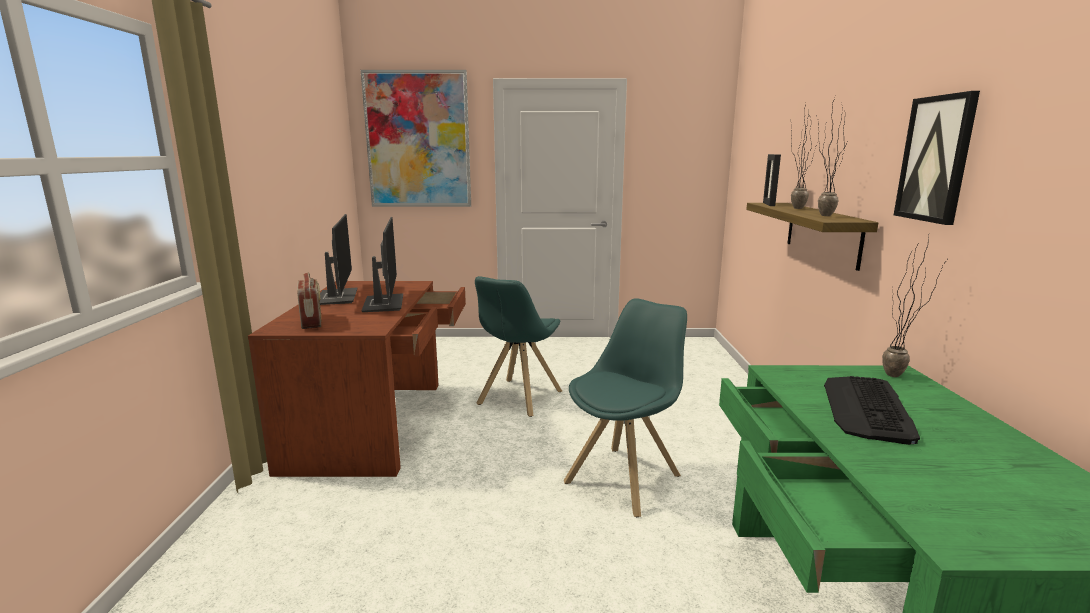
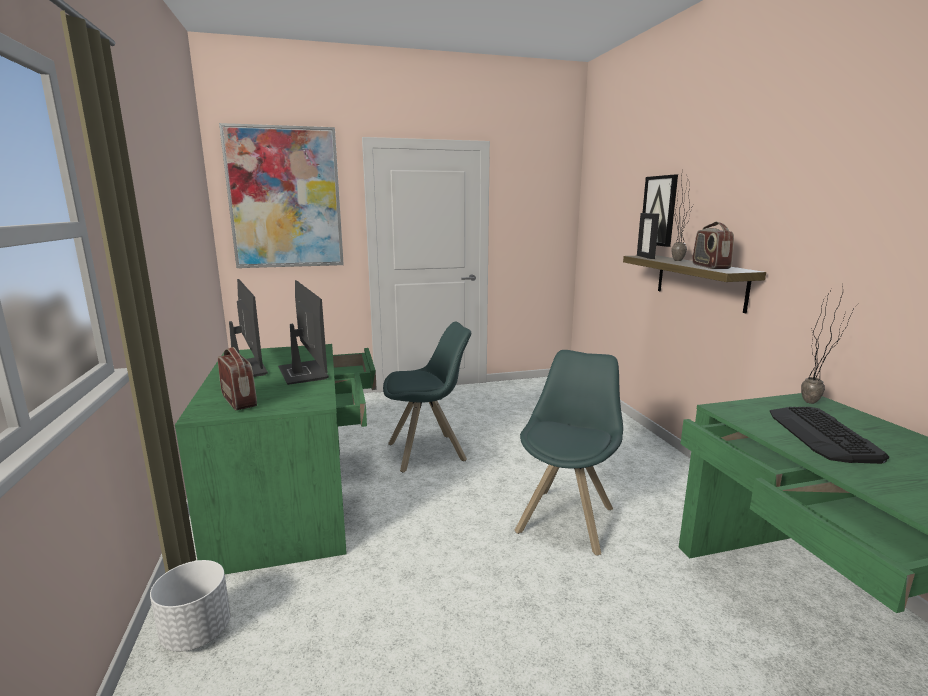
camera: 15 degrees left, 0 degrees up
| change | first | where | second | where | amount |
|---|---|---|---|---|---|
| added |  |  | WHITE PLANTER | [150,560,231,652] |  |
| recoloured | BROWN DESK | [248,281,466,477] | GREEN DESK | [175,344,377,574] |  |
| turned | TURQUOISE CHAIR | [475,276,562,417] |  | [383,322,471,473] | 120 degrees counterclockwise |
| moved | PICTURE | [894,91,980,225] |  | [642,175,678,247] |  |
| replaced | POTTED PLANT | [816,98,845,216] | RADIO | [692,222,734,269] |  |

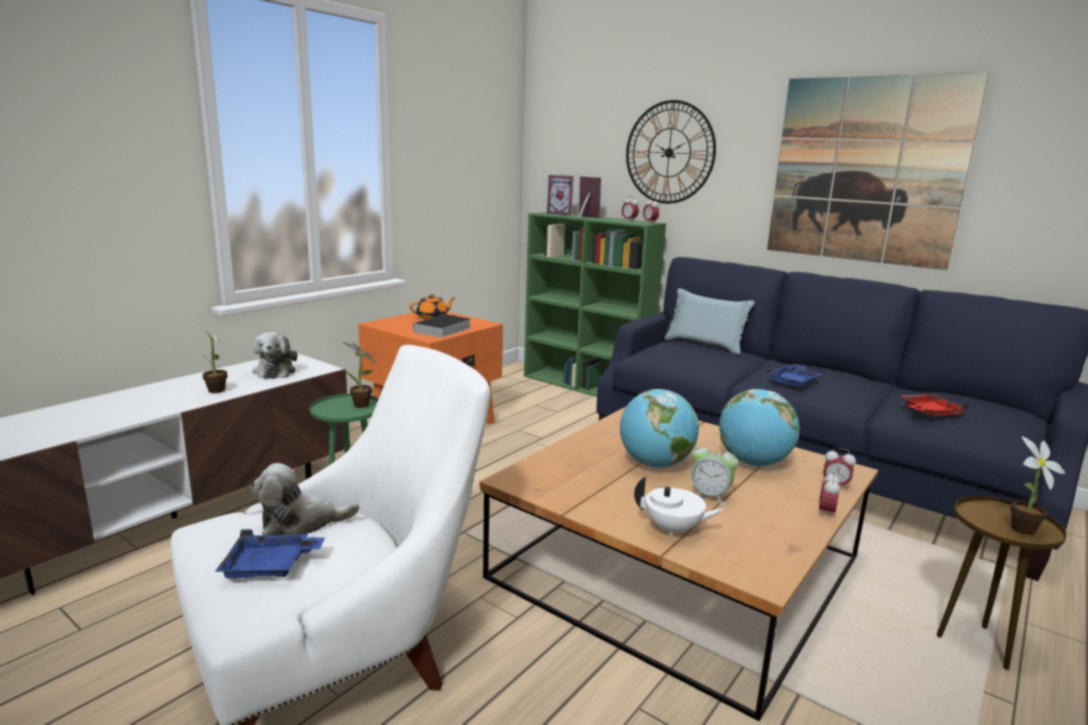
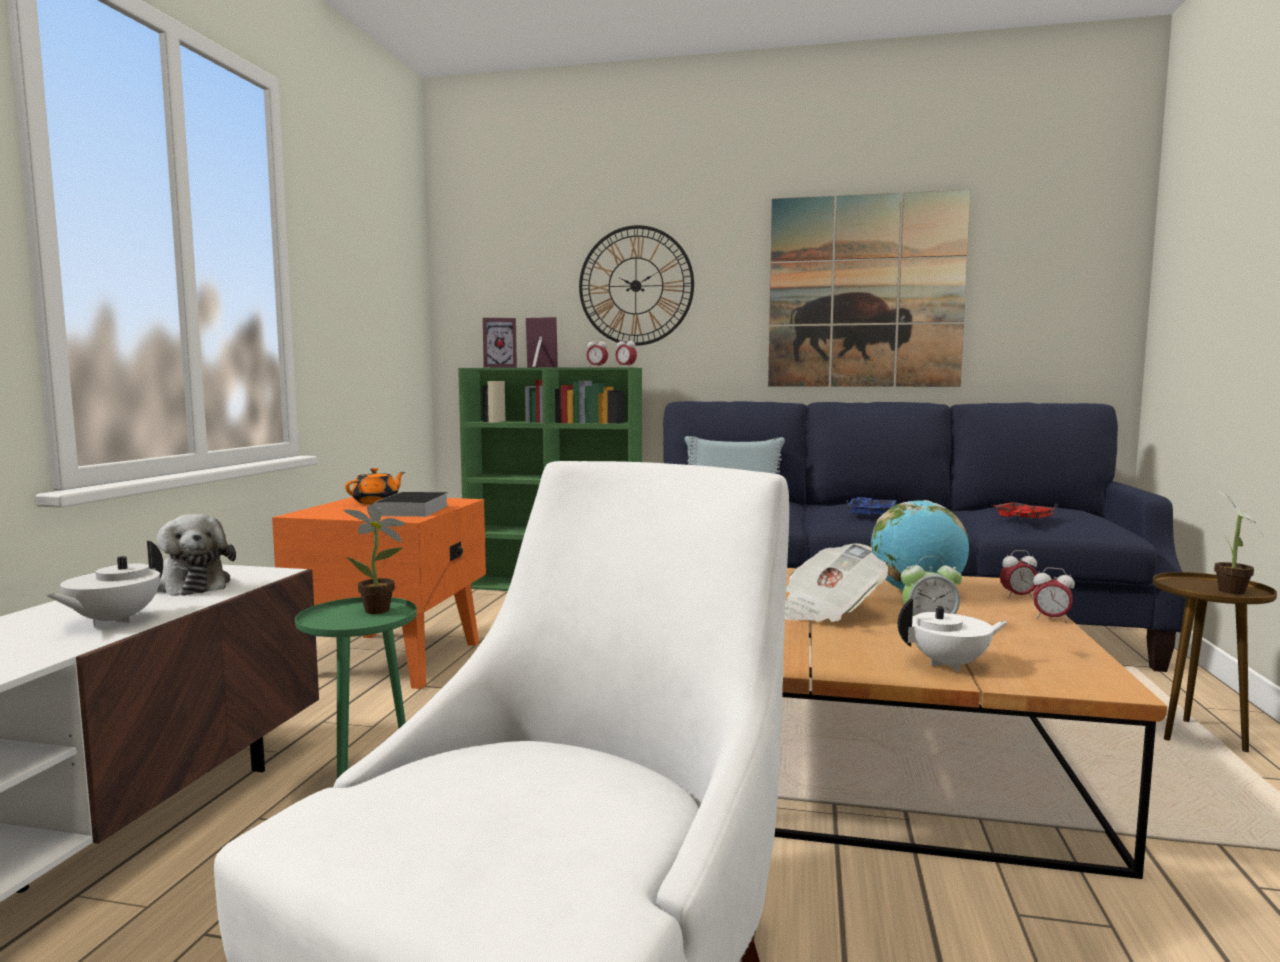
camera: 25 degrees left, 10 degrees down
| change | first | where | second | where | amount |
|---|---|---|---|---|---|
| replaced | POTTED PLANT | [195,324,230,393] | WHITE TEAPOT | [46,541,163,628] |  |
| replaced | GLOBE | [620,389,699,468] | NEWSPAPER | [785,543,888,622] |  |
| turned | ALARM CLOCK | [819,471,840,517] |  | [1033,567,1075,623] | 60 degrees counterclockwise |
| removed | BLUE TRAY | [215,529,325,578] |  |  |  |
| removed | PLUSH TOY | [251,463,359,536] |  |  |  |

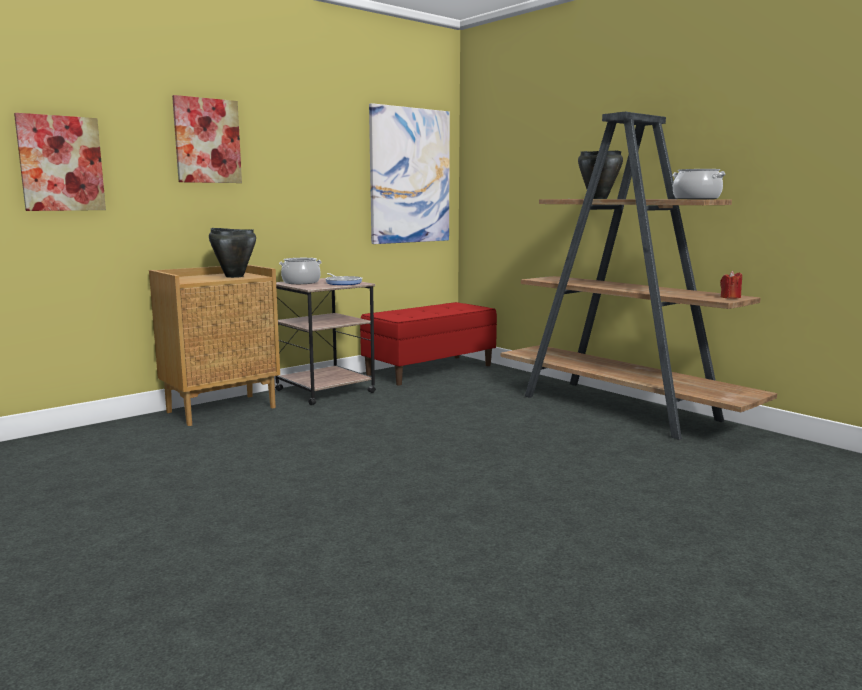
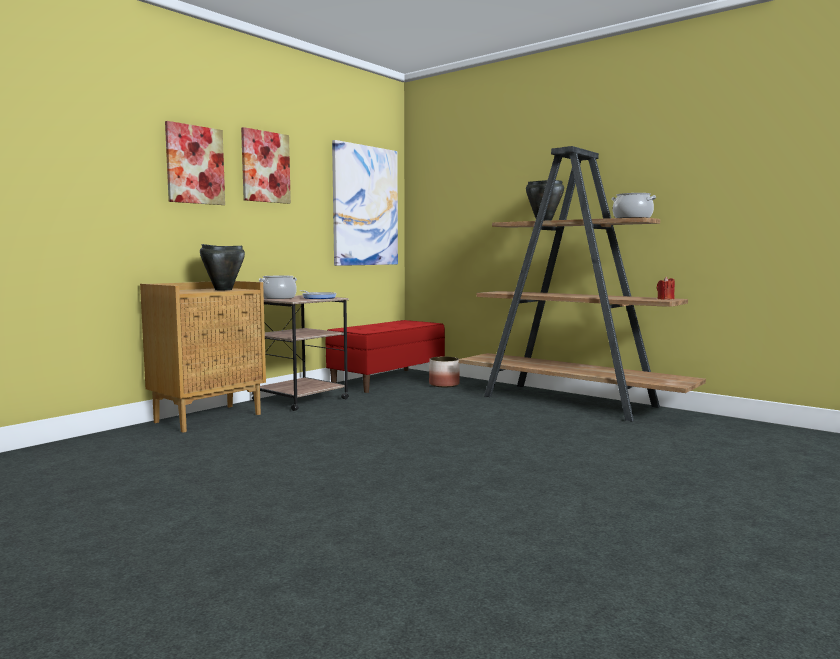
camera: 10 degrees left, 5 degrees down
| change | first | where | second | where | amount |
|---|---|---|---|---|---|
| moved | PICTURE | [14,113,106,211] |  | [241,127,291,204] |  |
| added |  |  | PLANTER | [429,357,460,387] |  |

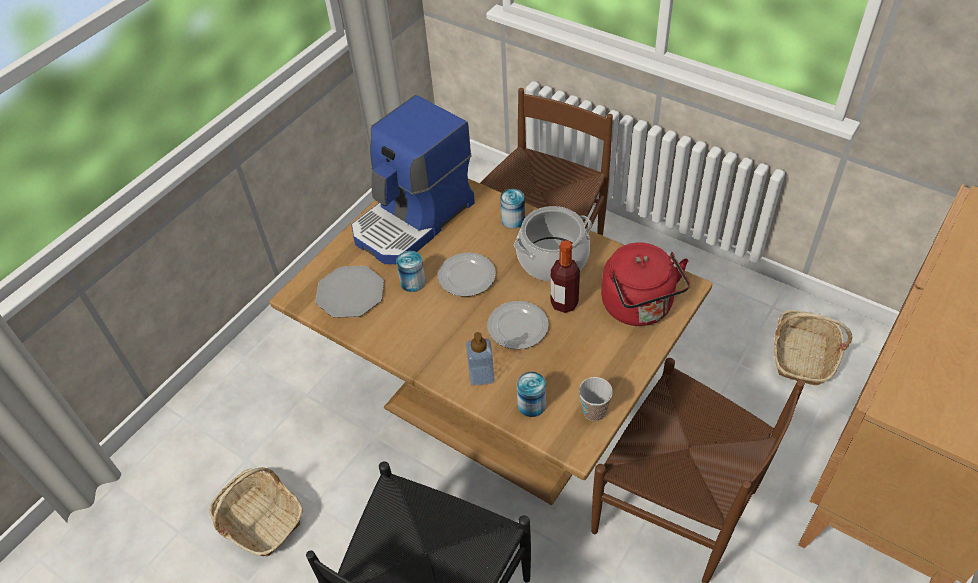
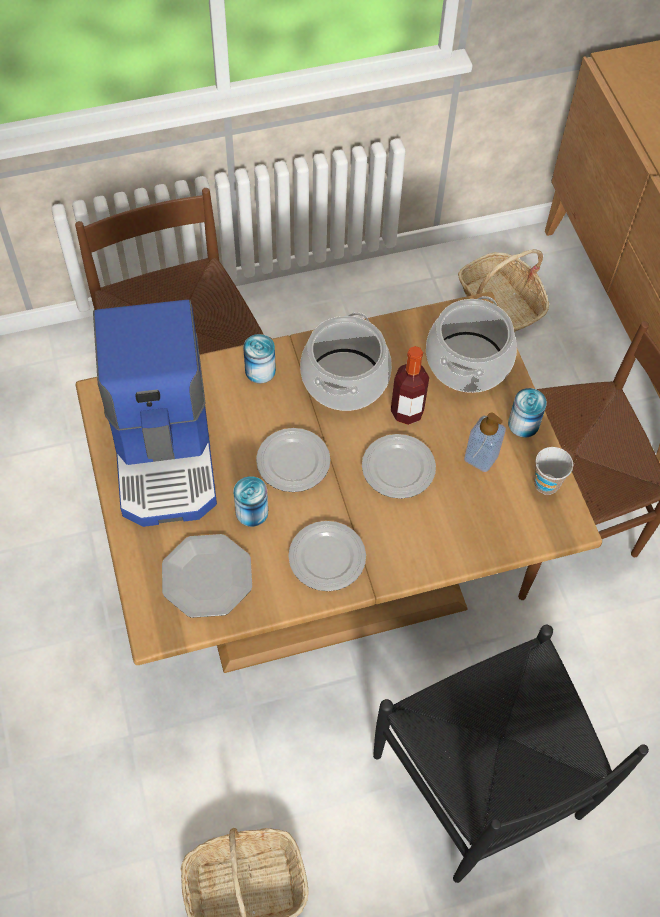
camera: 55 degrees left, 10 degrees up
| change | first | where | second | where | amount |
|---|---|---|---|---|---|
| added |  |  | PLATE | [288,521,366,591] |  |
| replaced | RED KETTLE | [601,242,690,326] | COOKING POT | [426,296,517,393] |  |
| moved | SOAP DISPENSER | [466,332,494,386] |  | [464,413,506,472] |  |
| moved | CAN | [517,372,546,417] |  | [508,388,547,438] |  |

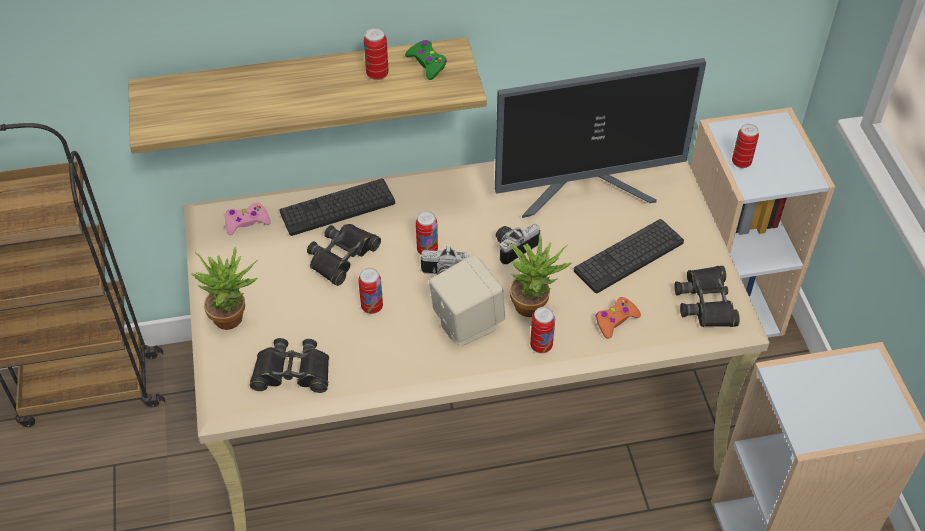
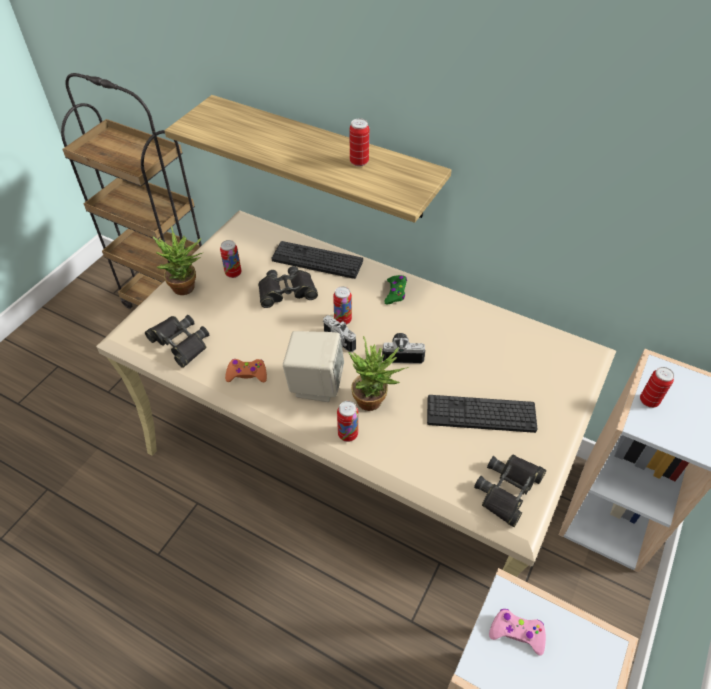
camera: 40 degrees right, 0 degrees up
| change | first | where | second | where | amount |
|---|---|---|---|---|---|
| moved | CAN | [358,268,383,314] |  | [220,240,241,278] |  |
| moved | ORANGE GAME CONTROLLER | [595,297,641,339] |  | [225,359,267,382] |  |
| moved | GREEN GAME CONTROLLER | [405,40,447,80] |  | [384,275,407,304] |  |
| moved | PINK GAME CONTROLLER | [225,202,271,235] |  | [489,609,546,656] |  |
| removed | MONITOR | [495,58,706,218] |  |  |  |

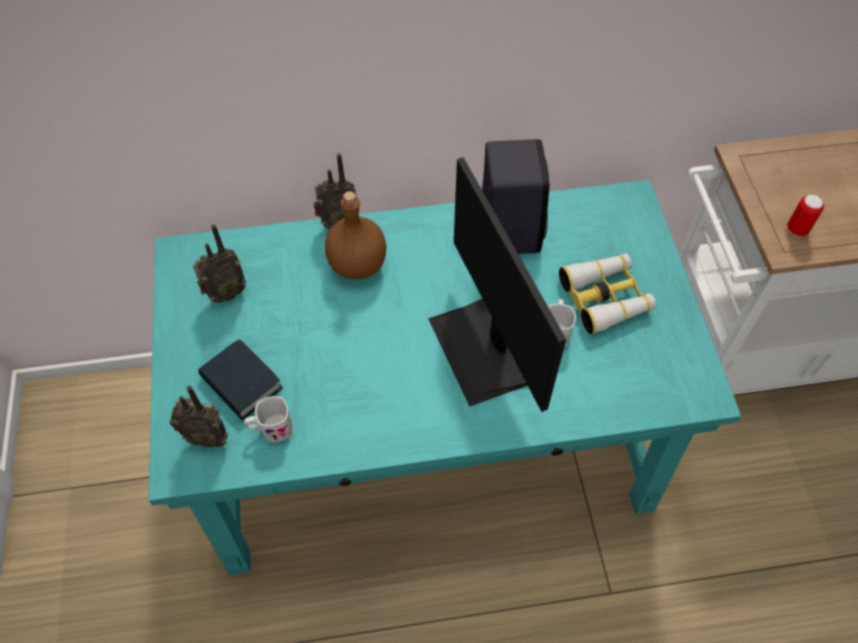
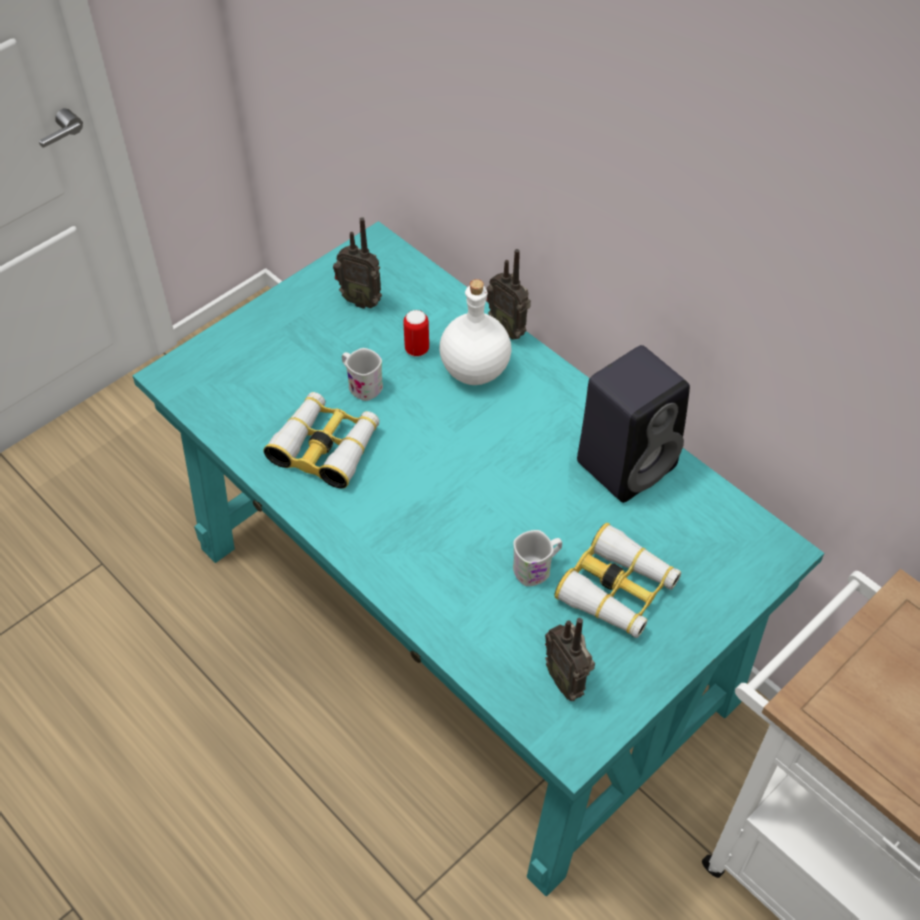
camera: 55 degrees right, 5 degrees down
| change | first | where | second | where | amount |
|---|---|---|---|---|---|
| added |  |  | BINOCULARS | [264,392,380,489] |  |
| moved | WHITE MUG | [244,396,293,442] |  | [342,348,383,401] |  |
| moved | CAN | [787,194,824,237] |  | [403,310,429,357] |  |
| recoloured | BROWN BOTTLE | [325,191,386,279] | WHITE BOTTLE | [439,279,511,385] |  |
| moved | RADIO | [170,385,228,447] |  | [545,618,595,701] |  |
| removed | BOOK | [198,339,283,420] |  |  |  |
| removed | MONITOR | [428,157,566,412] |  |  |  |

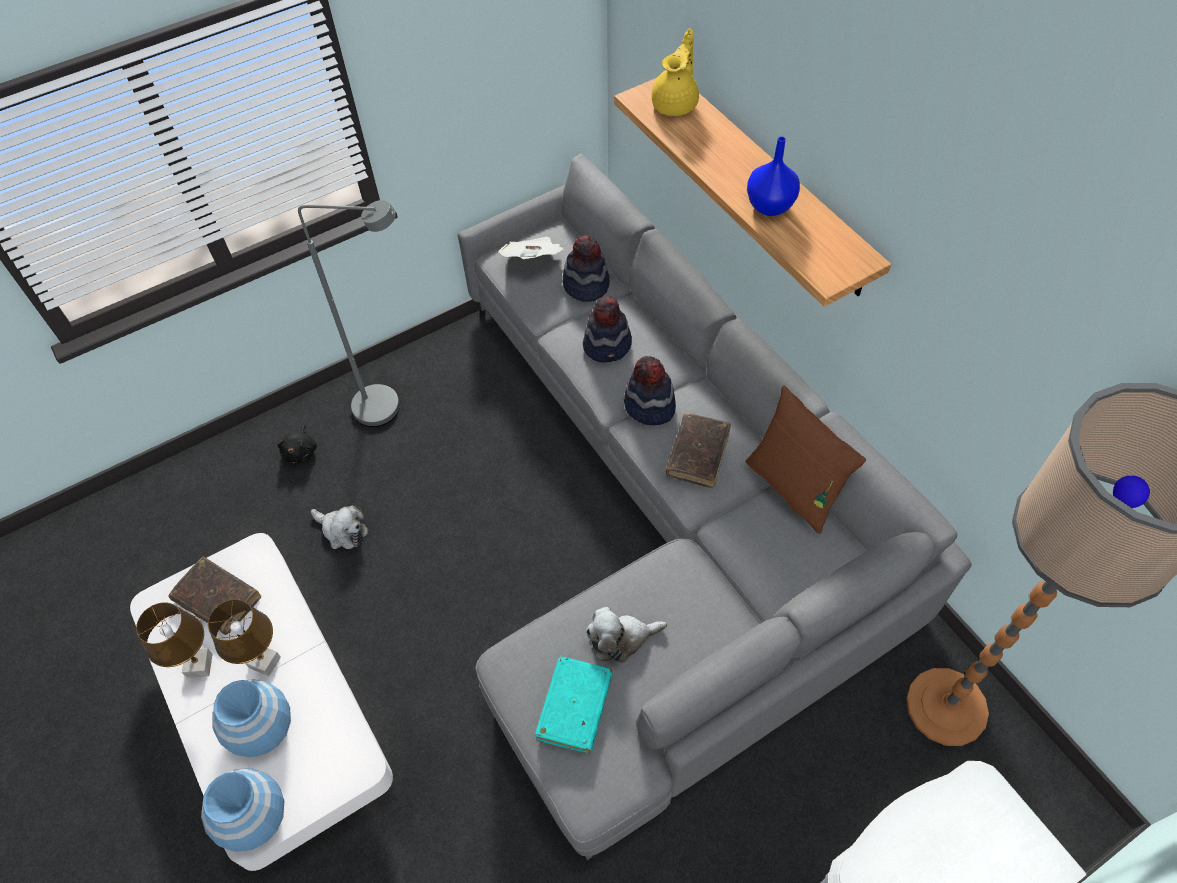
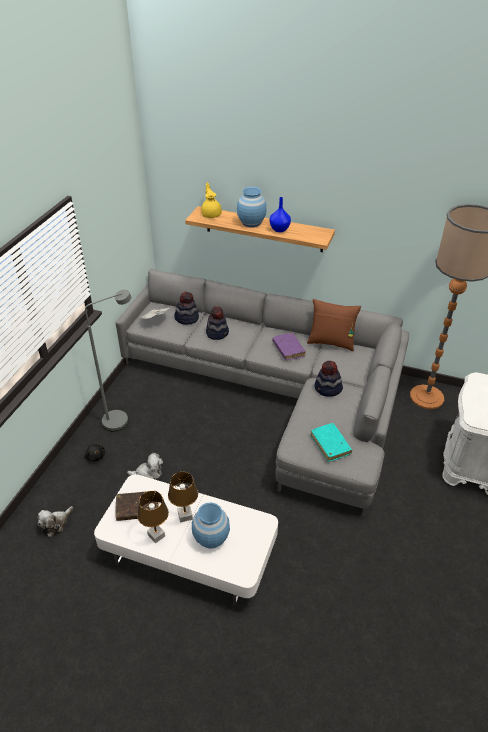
camera: 40 degrees left, 15 degrees down
| change | first | where | second | where | amount |
|---|---|---|---|---|---|
| moved | PLUSH TOY | [586,607,667,663] |  | [38,506,73,537] |  |
| moved | BLUE VASE | [201,768,284,852] |  | [237,187,267,227] |  |
| recoloured | BROWN BOOK | [666,414,731,488] | PURPLE BOOK | [272,332,305,360] |  |
| moved | HAT | [624,356,676,425] |  | [314,361,343,397] |  |

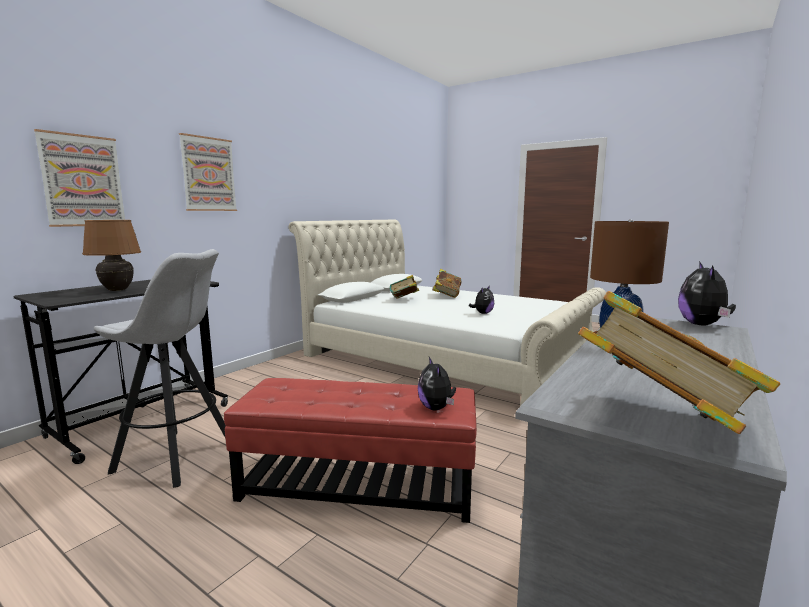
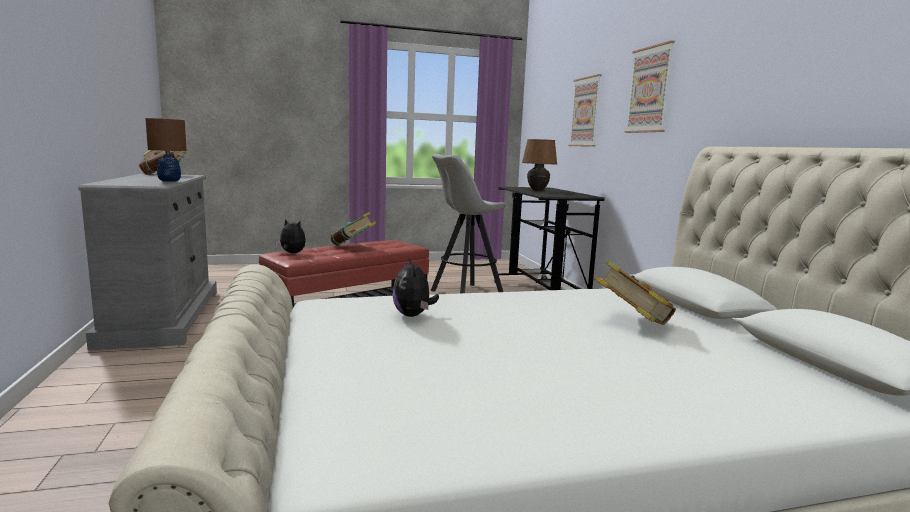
camera: 130 degrees right, 0 degrees up
| change | first | where | second | where | amount |
|---|---|---|---|---|---|
| moved | BOOK | [433,269,462,298] |  | [330,212,376,245] |  |
| removed | PLUSH TOY | [678,261,736,326] |  |  |  |

